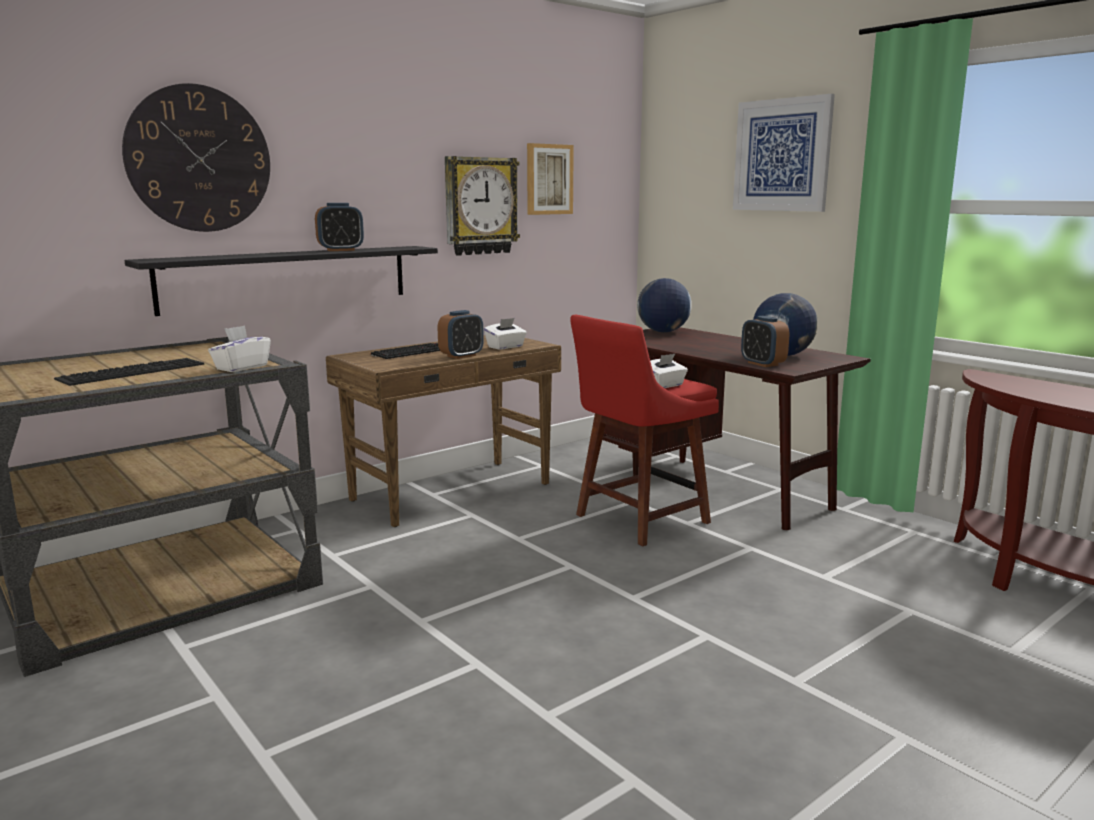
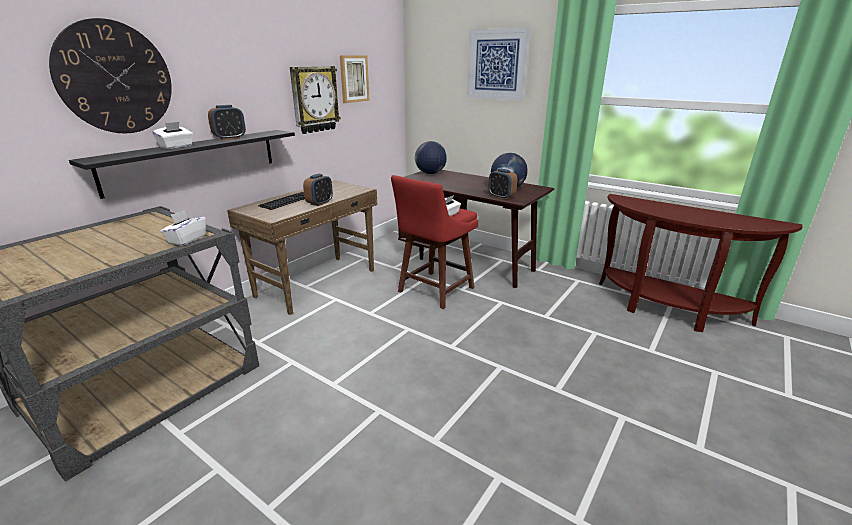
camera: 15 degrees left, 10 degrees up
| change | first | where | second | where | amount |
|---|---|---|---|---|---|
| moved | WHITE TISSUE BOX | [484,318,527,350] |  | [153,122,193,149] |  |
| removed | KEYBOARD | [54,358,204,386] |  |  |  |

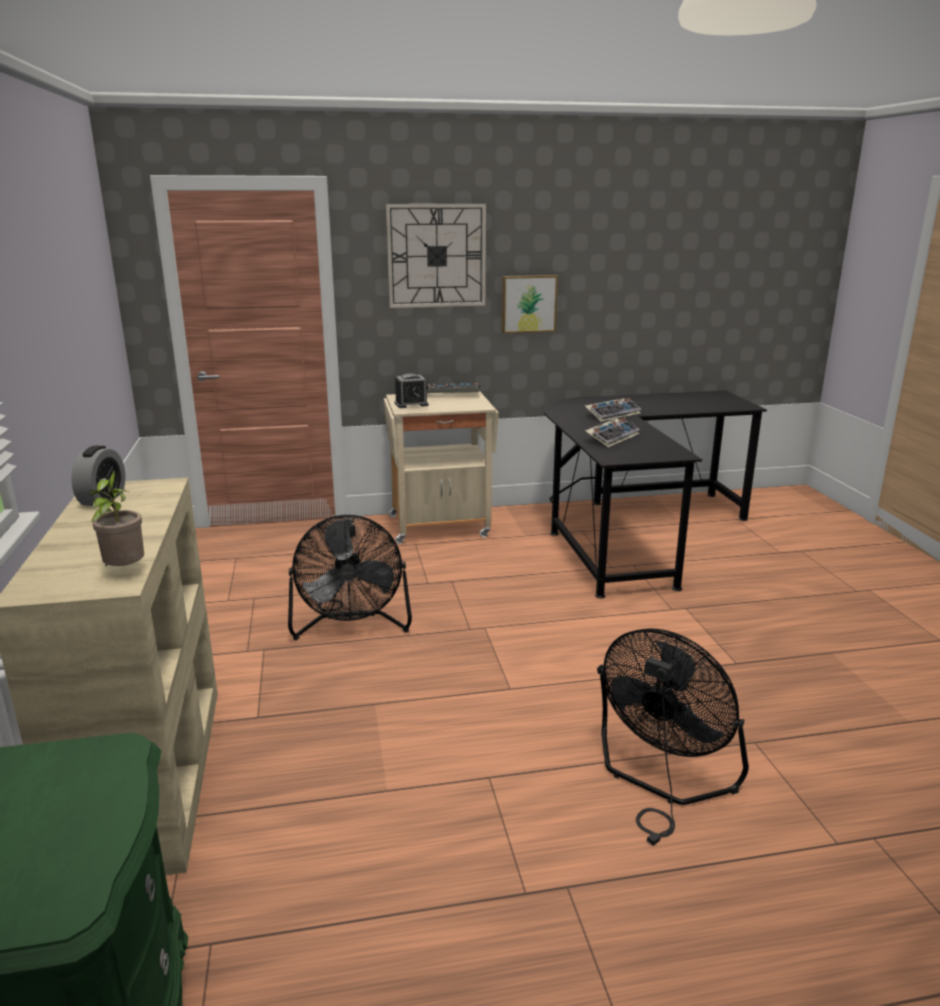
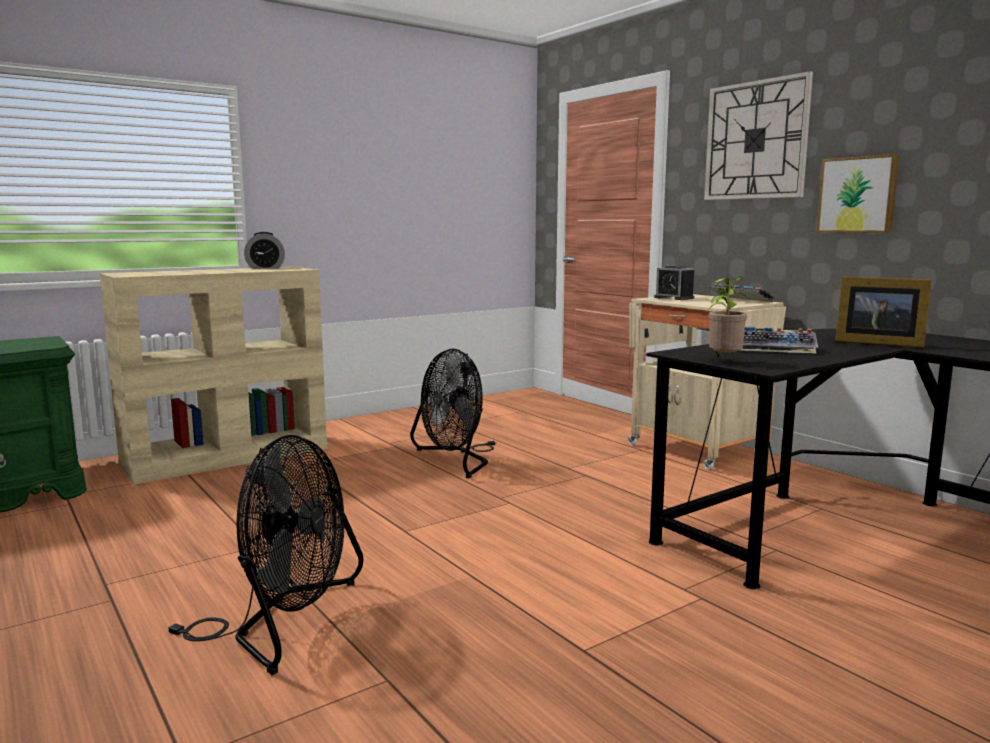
camera: 65 degrees right, 10 degrees down
| change | first | where | second | where | amount |
|---|---|---|---|---|---|
| moved | POTTED PLANT | [88,471,144,566] |  | [708,276,747,357] |  |
| replaced | KEYBOARD | [585,398,641,421] | PICTURE FRAME | [835,277,932,348] |  |

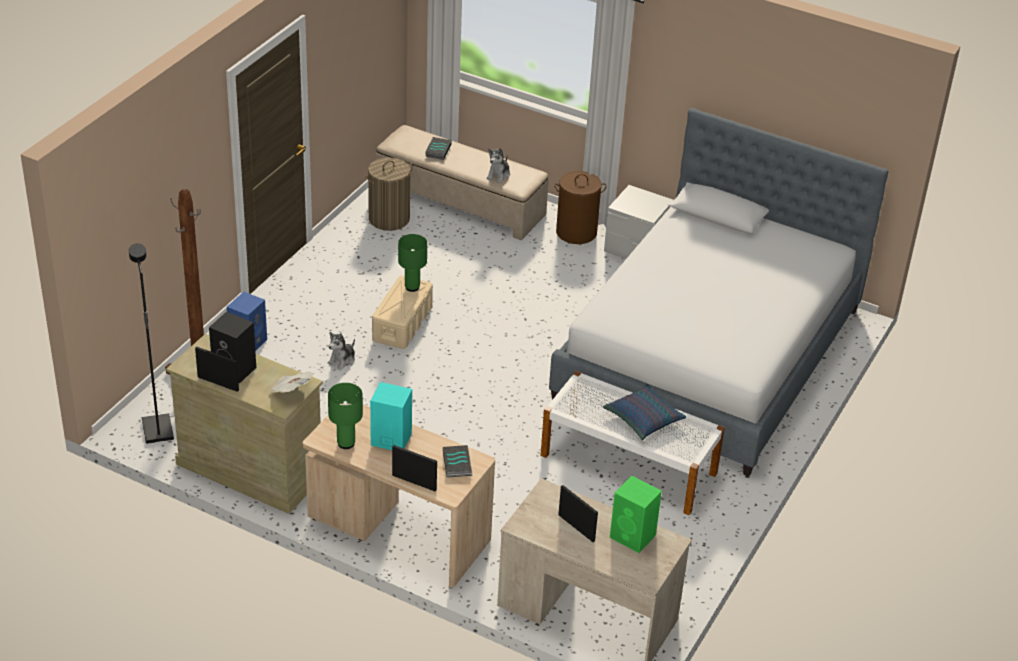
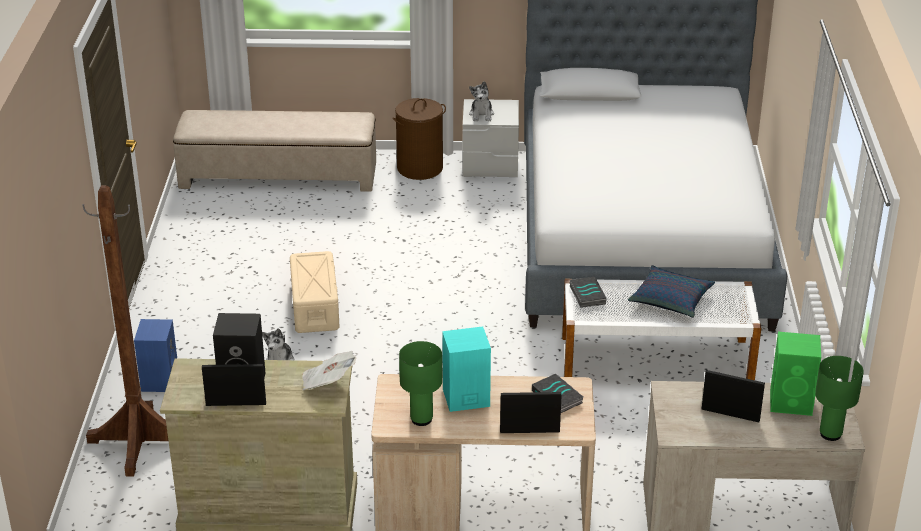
camera: 25 degrees left, 5 degrees down
| change | first | where | second | where | amount |
|---|---|---|---|---|---|
| moved | PLUSH TOY | [487,148,510,183] |  | [469,81,494,121] |  |
| moved | BOOK | [425,137,452,160] |  | [570,277,607,308] |  |
| moved | GREEN TABLE LAMP | [398,234,427,292] |  | [815,356,864,441] |  |
| removed | BLACK FLOOR LAMP | [129,243,174,444] |  |  |  |
| removed | LAUNDRY BASKET | [365,157,413,231] |  |  |  |

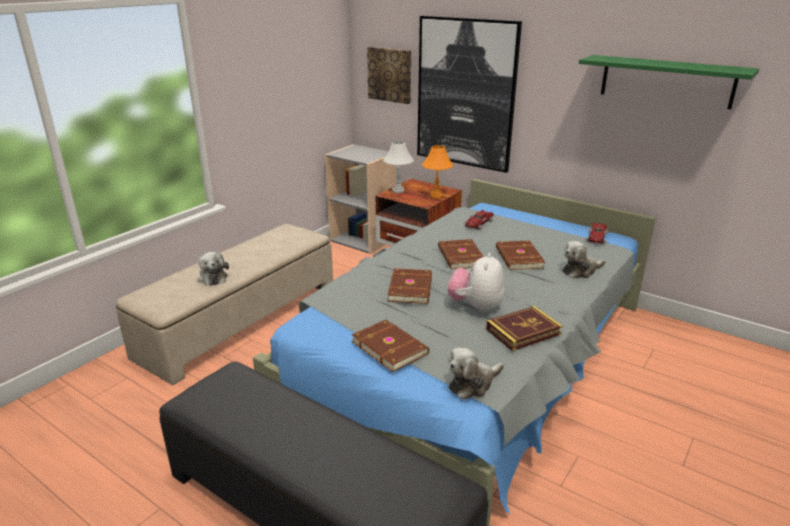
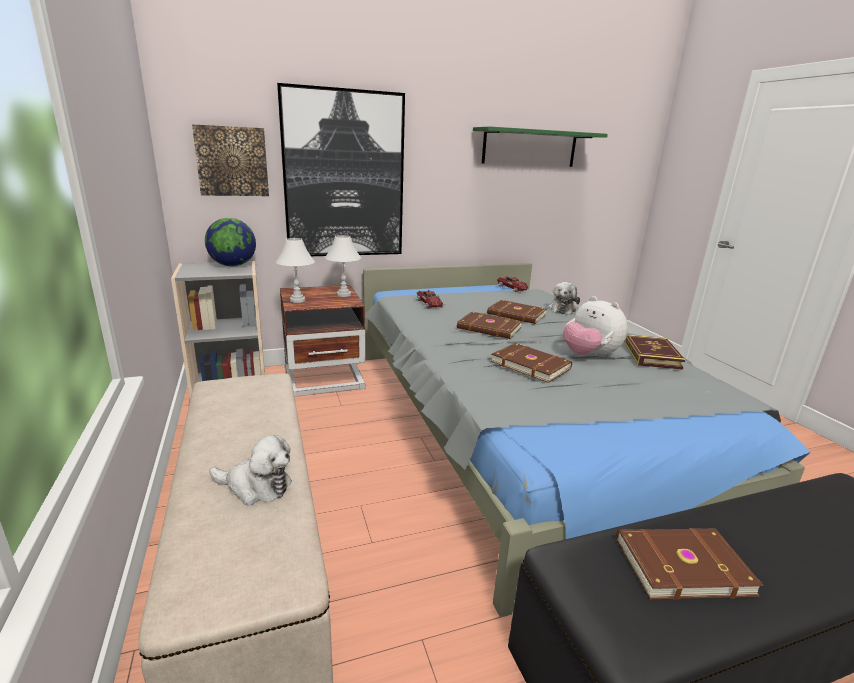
camera: 55 degrees left, 5 degrees down
| change | first | where | second | where | amount |
|---|---|---|---|---|---|
| added |  |  | GLOBE | [205,218,256,266] |  |
| recoloured | ORANGE TABLE LAMP | [422,145,453,199] | WHITE TABLE LAMP | [325,235,361,297] |  |
| moved | BROWN BOOK | [351,320,429,372] |  | [616,528,764,600] |  |
| removed | PLUSH TOY | [448,348,504,400] |  |  |  |

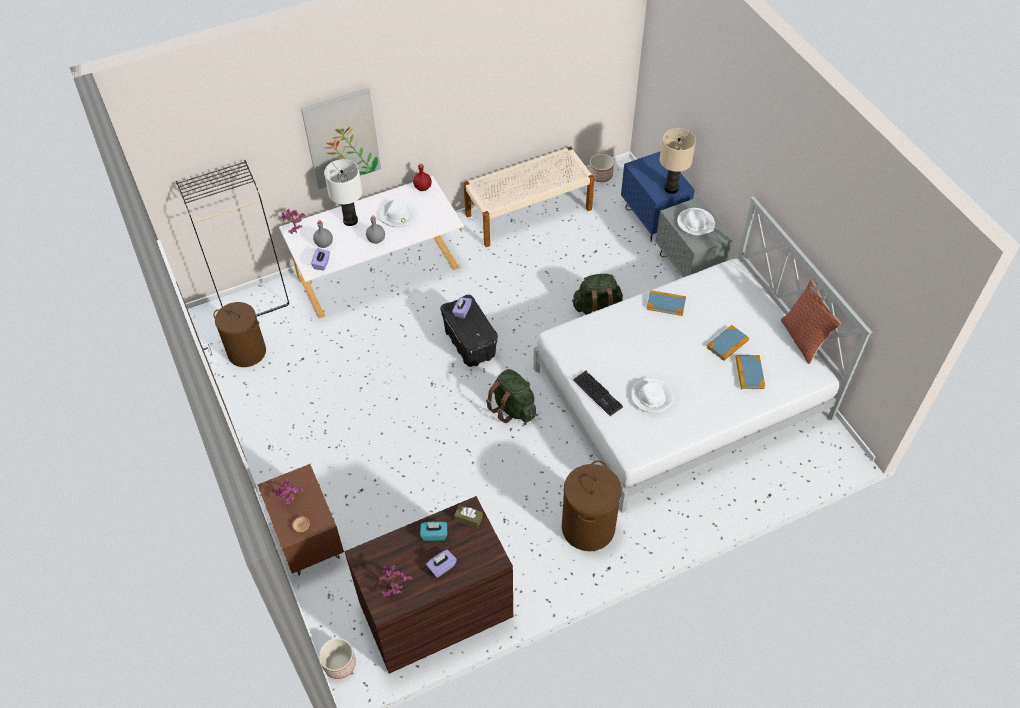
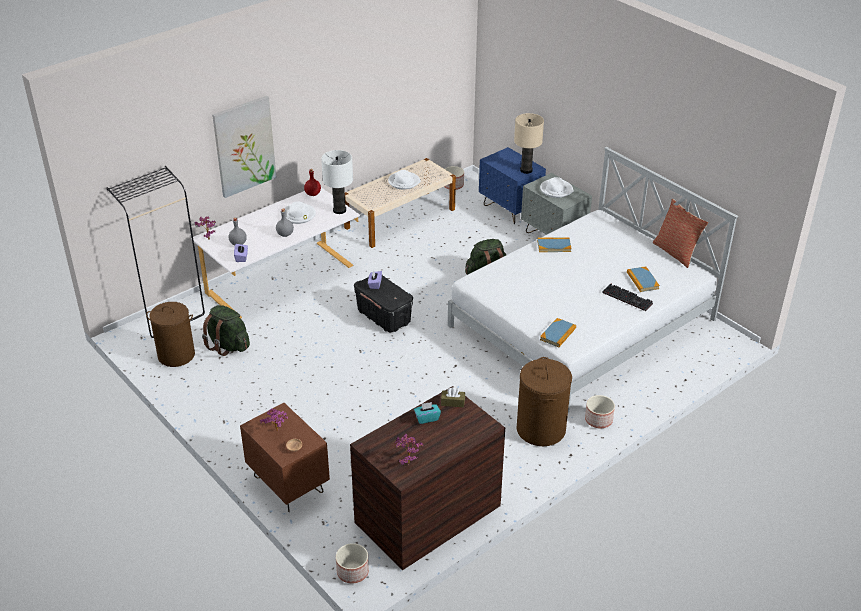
camera: 15 degrees left, 15 degrees down
| change | first | where | second | where | amount |
|---|---|---|---|---|---|
| moved | GREEN BACKPACK | [486,369,536,423] |  | [202,305,250,356] |  |
| moved | WHITE TABLE LAMP | [324,159,362,226] |  | [321,150,353,214] |  |
| moved | WHITE HAT | [631,378,674,413] |  | [388,170,421,190] |  |
| moved | BOOK | [707,325,749,361] |  | [540,318,576,347] |  |
| added |  |  | PLANTER | [585,395,615,428] |  |
| moved | KEYBOARD | [573,371,623,416] |  | [602,283,653,311] |  |
| removed | PURPLE TISSUE BOX | [426,550,457,578] |  |  |  |

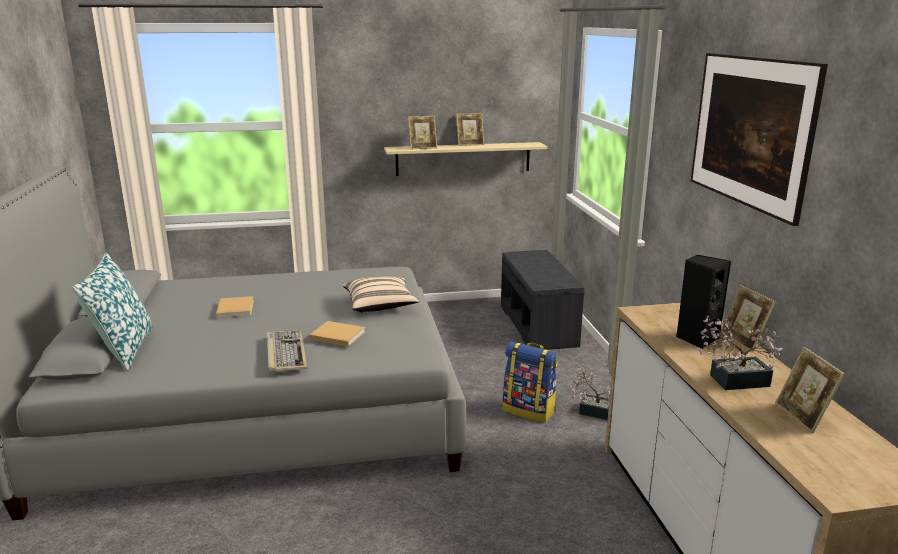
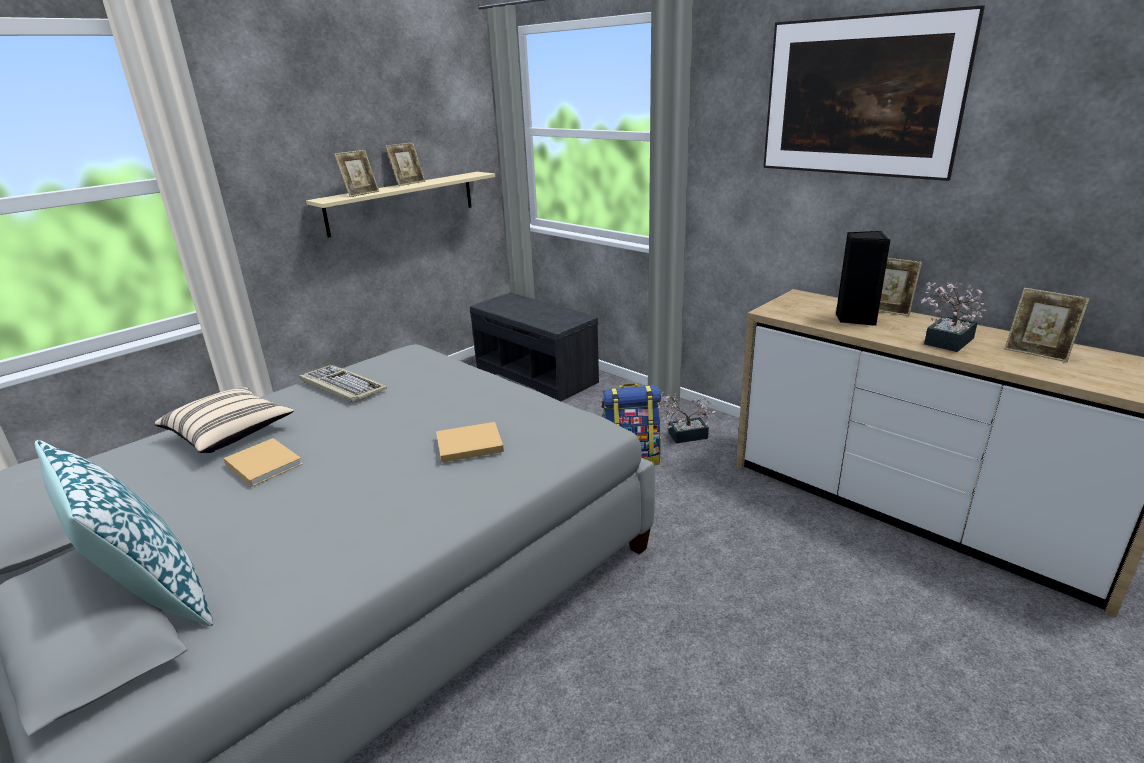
camera: 35 degrees left, 5 degrees up
| change | first | where | second | where | amount |
|---|---|---|---|---|---|
| moved | BEIGE PILLOW | [343,277,419,313] |  | [155,387,294,453] |  |
| moved | KEYBOARD | [267,330,307,373] |  | [299,365,387,403] |  |

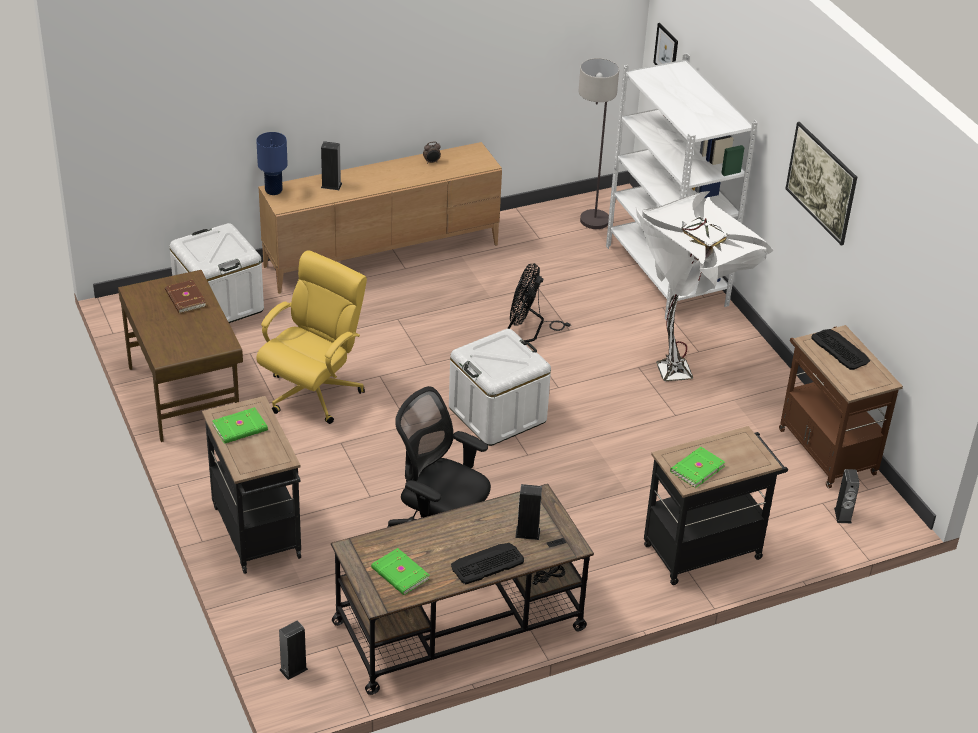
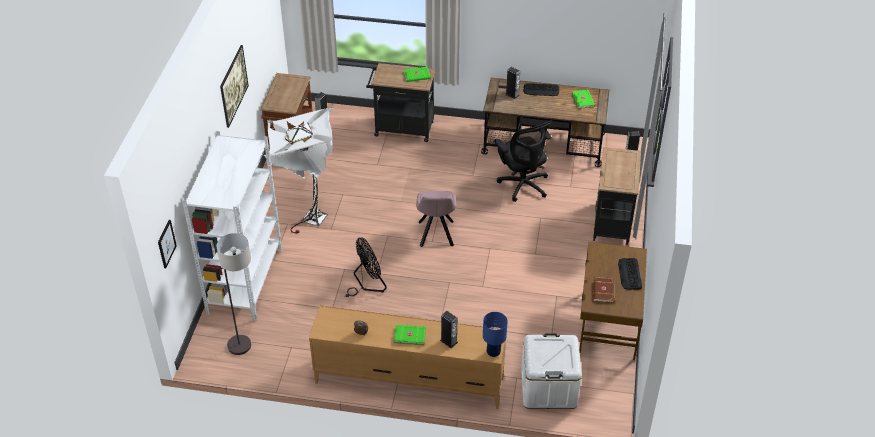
camera: 145 degrees left, 5 degrees up
| change | first | where | second | where | amount |
|---|---|---|---|---|---|
| turned | BLACK FAN | [507,263,570,342] |  | [345,238,387,297] | 75 degrees counterclockwise |
| moved | GREEN BOOK | [212,407,268,444] |  | [394,325,426,345] |  |
| replaced | WHITE STORAGE BOX | [449,329,551,446] | PINK CHAIR | [416,191,457,247] |  |
| moved | KEYBOARD | [811,329,870,370] |  | [618,258,642,290] |  |
| removed | YELLOW OFFICE CHAIR | [256,250,367,424] |  |  |  |

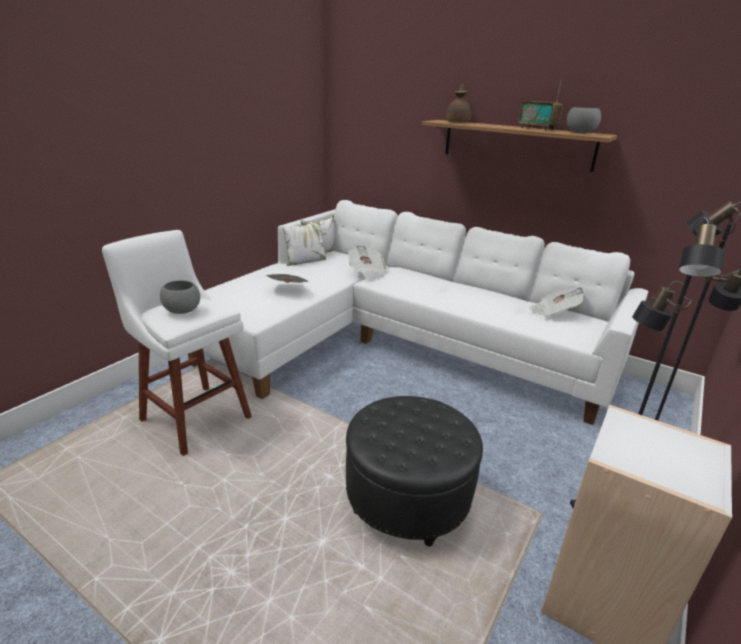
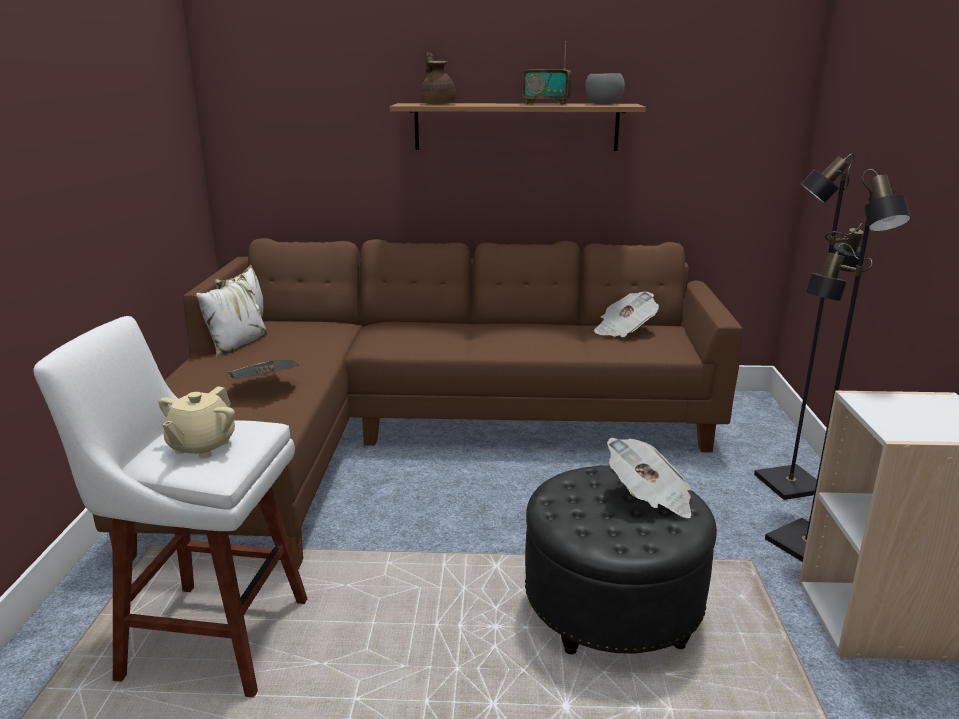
camera: 30 degrees left, 5 degrees down
| change | first | where | second | where | amount |
|---|---|---|---|---|---|
| recoloured | WHITE SOFA | [188,200,649,425] | BROWN SOFA | [93,238,743,569] |  |
| replaced | GREY BOWL | [160,280,200,314] | BEIGE TEAPOT | [158,386,235,458] |  |
| moved | NEWSPAPER | [348,245,387,280] |  | [607,438,691,518] |  |

